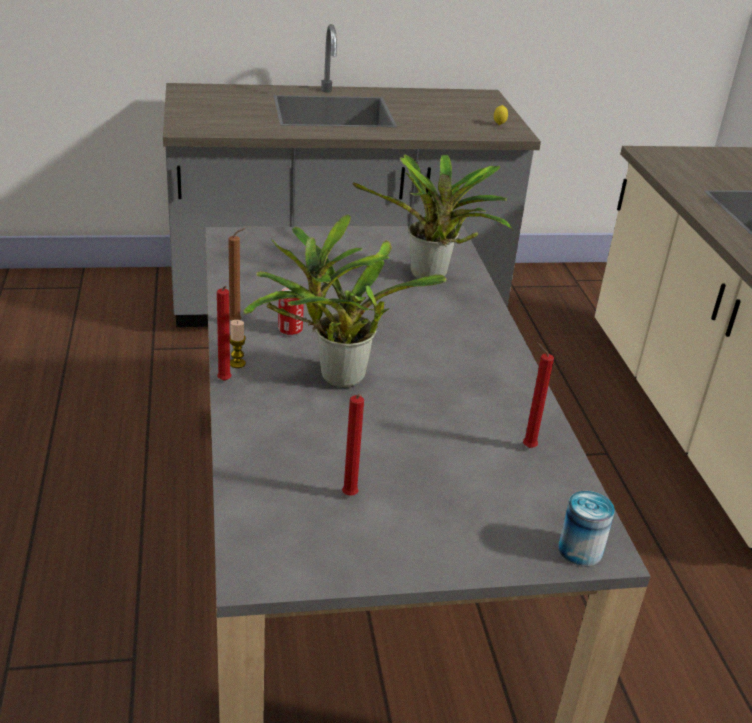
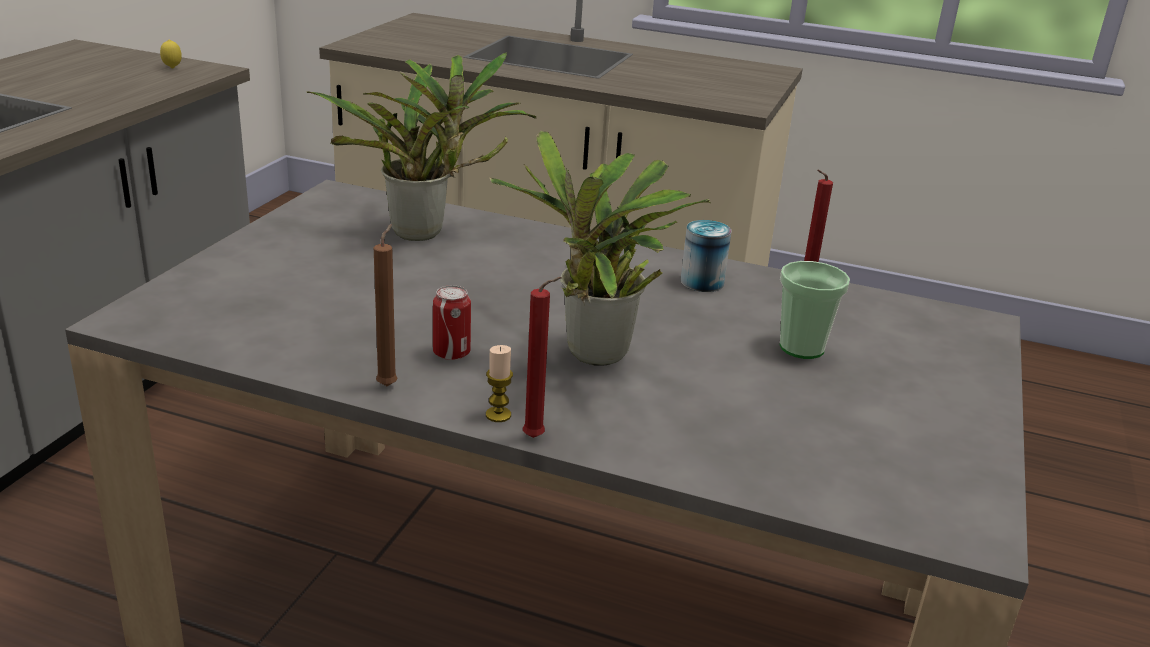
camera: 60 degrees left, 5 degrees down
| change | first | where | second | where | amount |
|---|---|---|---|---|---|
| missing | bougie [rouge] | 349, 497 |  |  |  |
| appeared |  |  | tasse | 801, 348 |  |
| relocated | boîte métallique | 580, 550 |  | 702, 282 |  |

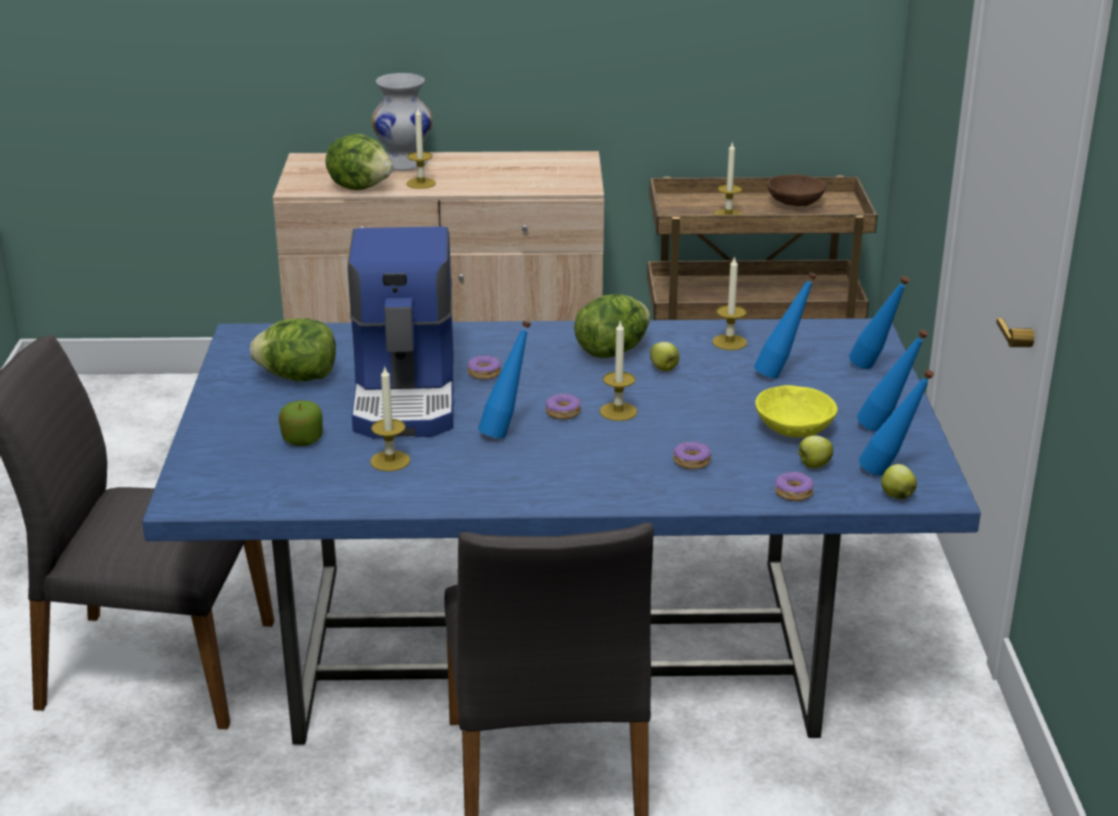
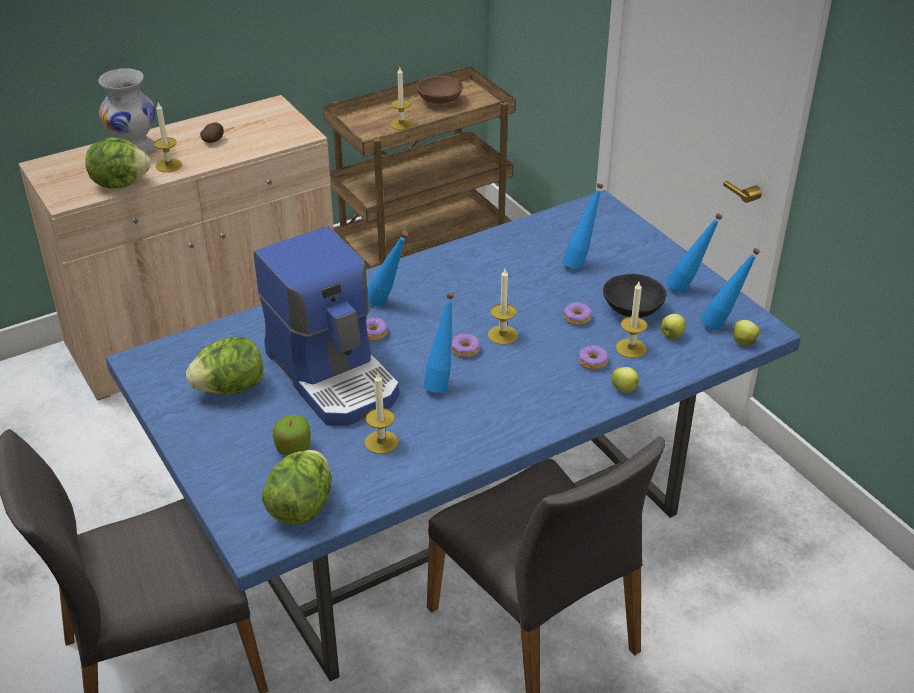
camera: 30 degrees left, 10 degrees up
| change | first | where | second | where | amount |
|---|---|---|---|---|---|
| appeared |  |  | pomme de terre | 213, 141 |  |
| relocated | laitue | 612, 351 |  | 301, 507 |  |
| relocated | pomme | 664, 369 |  | 625, 389 |  |
| relocated | bougie | 729, 342 |  | 631, 348 |  |
| relocated | beignet | 793, 493 |  | 577, 318 |  |
| relocated | bouteille [bleu] | 874, 369 |  | 387, 303 |  |
| colour | bol [jaune] | 792, 430 | bol [noir] | 631, 309 |  |

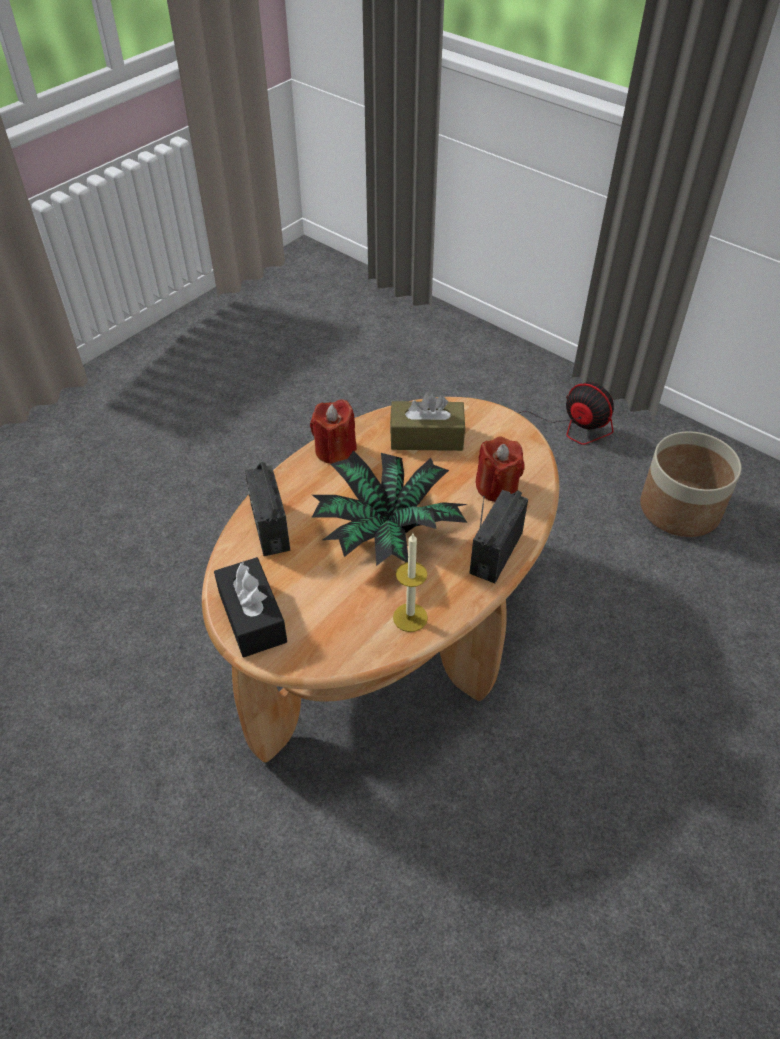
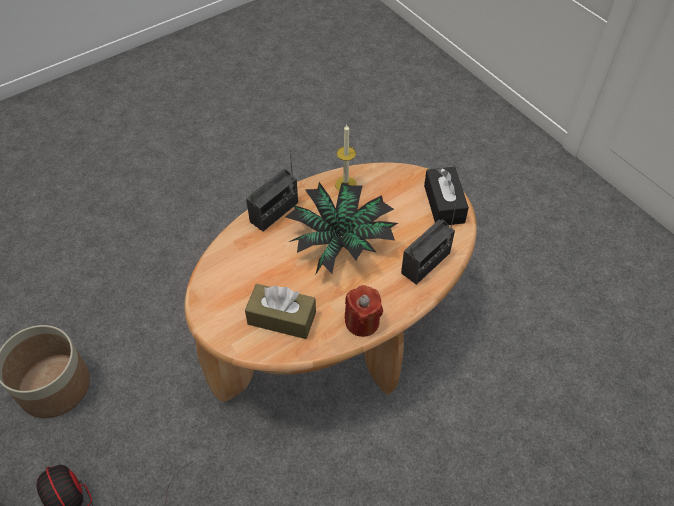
camera: 165 degrees left, 5 degrees up
| change | first | where | second | where | amount |
|---|---|---|---|---|---|
| missing | bougie [rouge] | 497, 487 |  |  |  |
| spun | radio | 269, 527 |  | 426, 263 | 45 degrees clockwise |

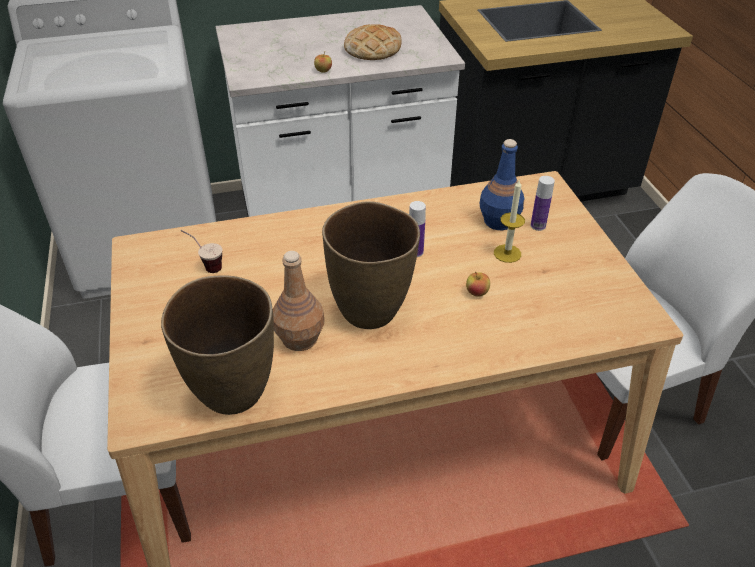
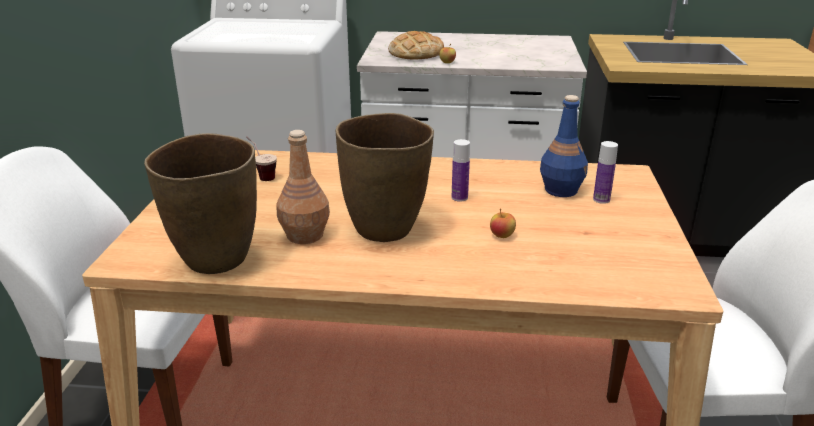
camera: 20 degrees right, 15 degrees down
| change | first | where | second | where | amount |
|---|---|---|---|---|---|
| missing | bougie | 507, 253 |  |  |  |
| relocated | pain | 373, 49 |  | 415, 54 |  |

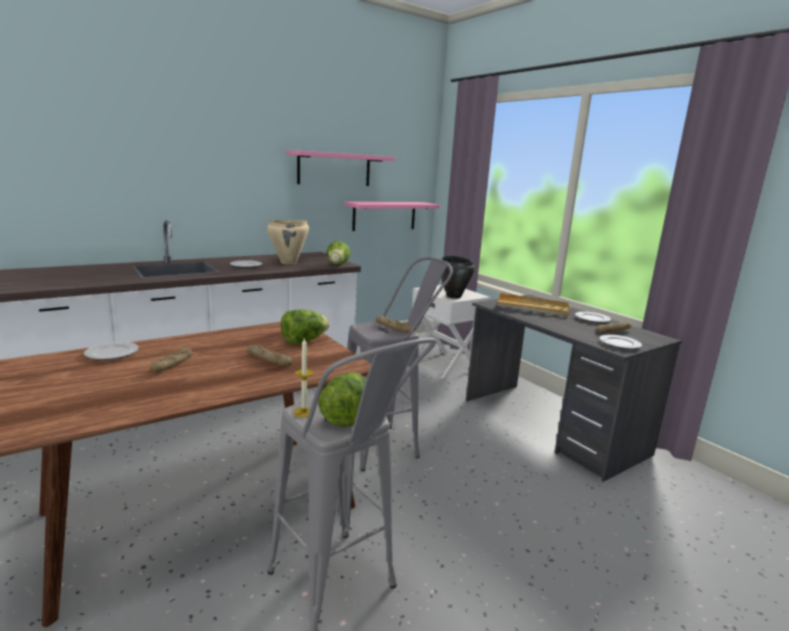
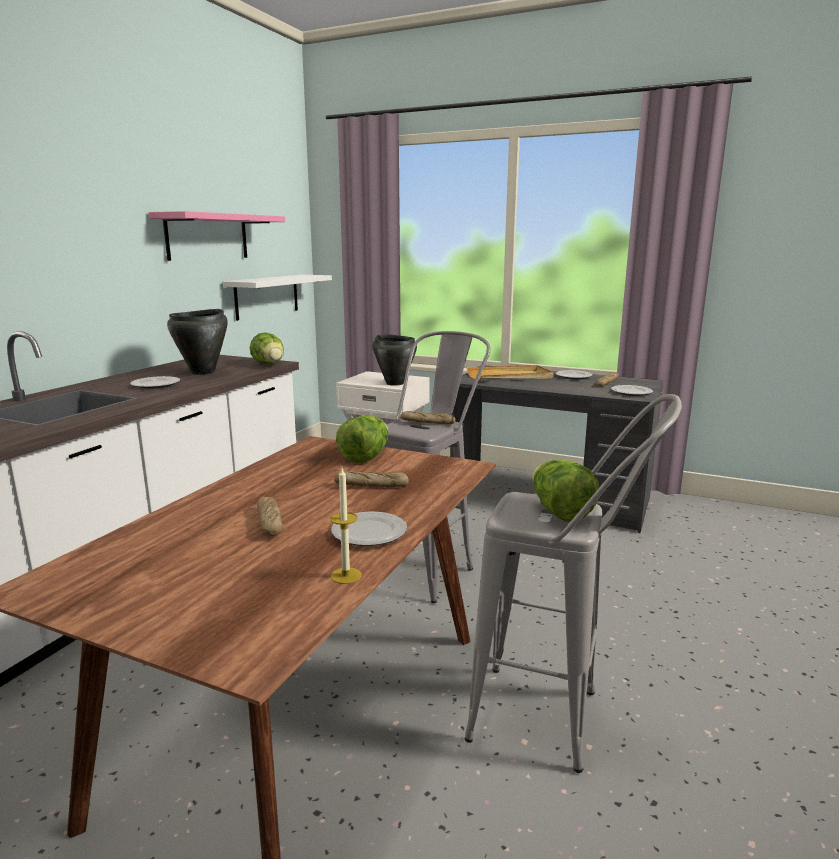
camera: 30 degrees left, 0 degrees up
| change | first | where | second | where | amount |
|---|---|---|---|---|---|
| relocated | assiette | 112, 353 |  | 370, 532 |  |
| relocated | bougie | 304, 412 |  | 346, 575 |  |
| colour | marmite [beige] | 289, 263 | marmite [noir] | 203, 372 |  |
| colour | étagère [rose] | 384, 216 | étagère [blanc] | 267, 296 |  |

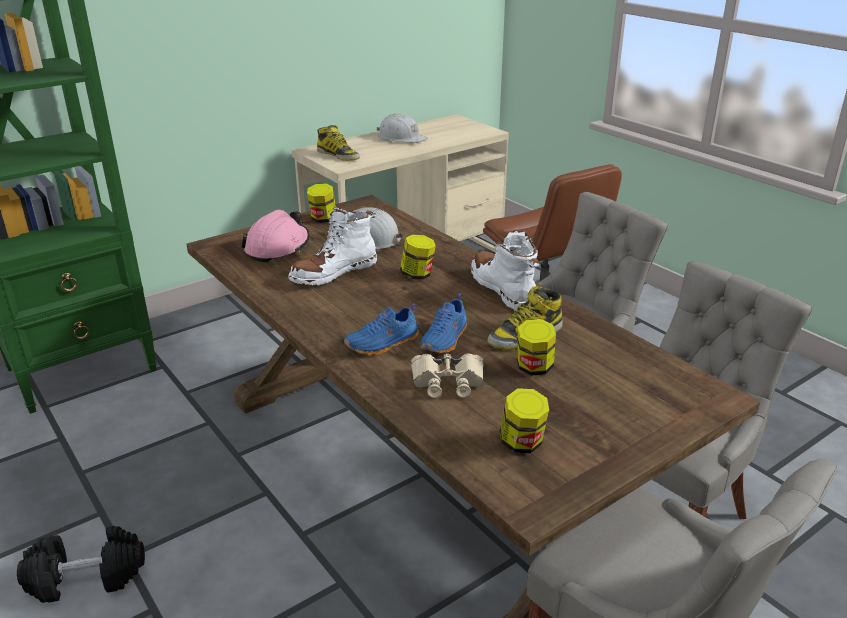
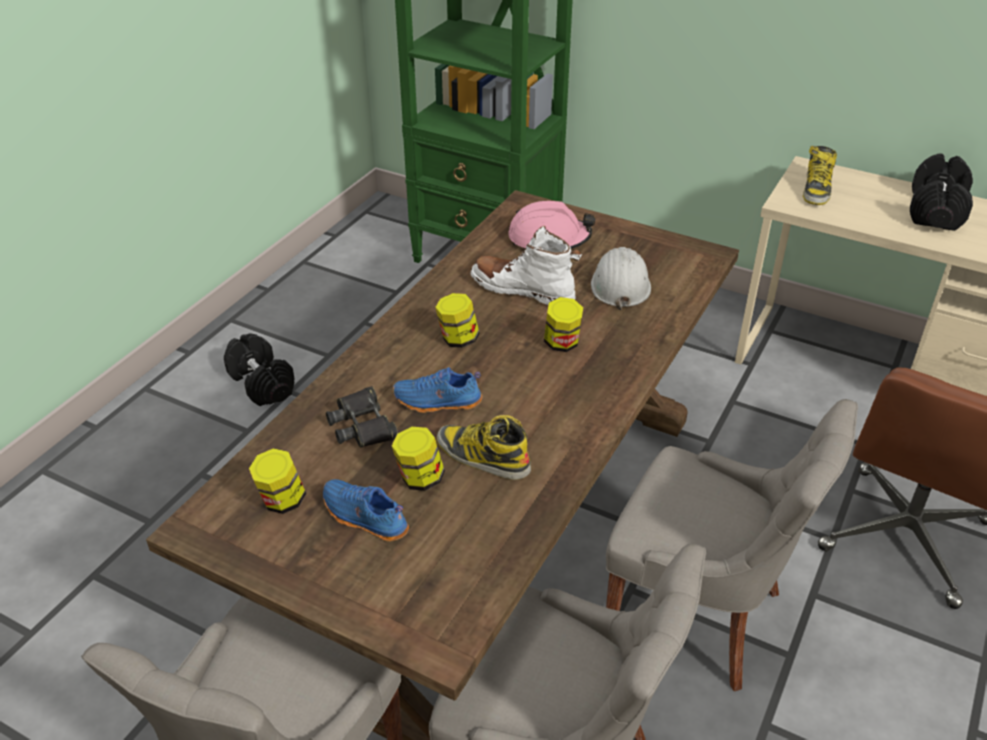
camera: 65 degrees right, 10 degrees up
| change | first | where | second | where | amount |
|---|---|---|---|---|---|
| missing | botte [blanc] | 503, 290 |  |  |  |
| relocated | bocal | 323, 219 |  | 458, 339 |  |
| relocated | chaussure [bleu] | 383, 344 |  | 364, 518 |  |
| exchanged | casque de chantier [blanc] | 401, 138 | haltère [noir] | 936, 211 |  |
| colour | jumelles [beige] | 447, 381 | jumelles [noir] | 362, 425 |  |

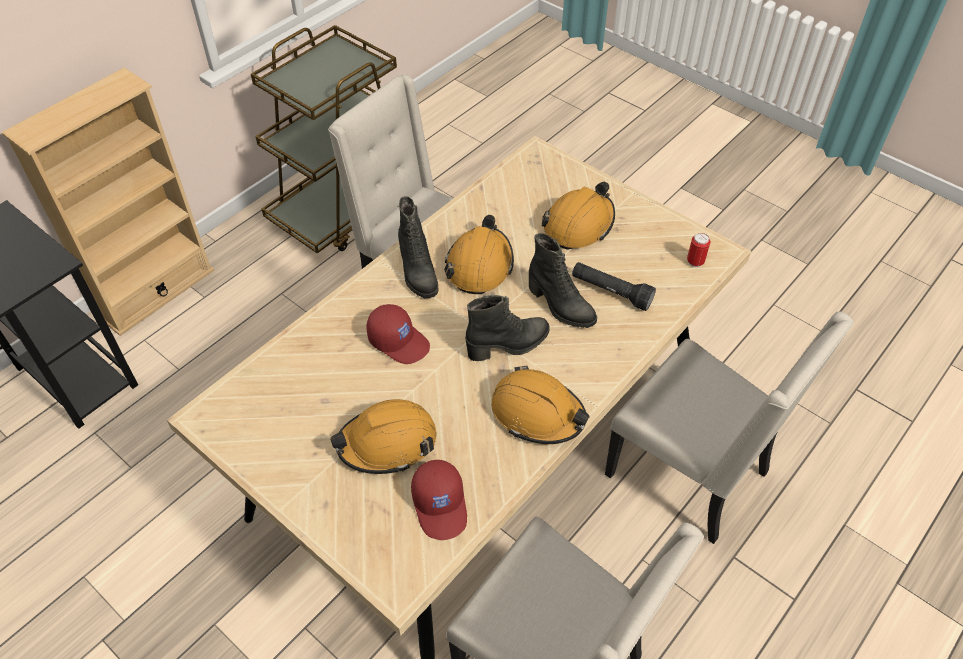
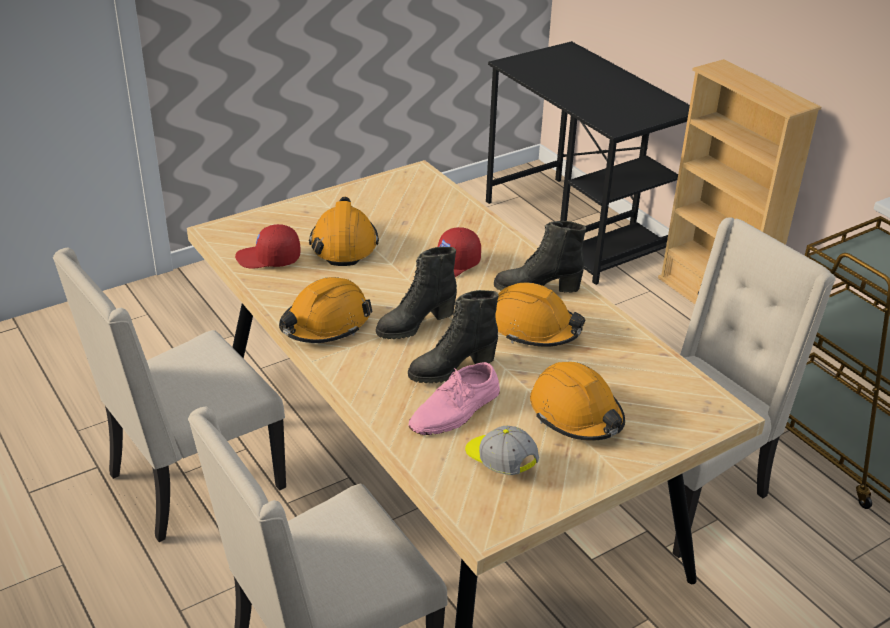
camera: 105 degrees right, 15 degrees down
| change | first | where | second | where | amount |
|---|---|---|---|---|---|
| missing | boîte métallique | 695, 262 |  |  |  |
| appeared |  |  | casquette | 499, 461 |  |
| exchanged | lampe de poche [noir] | 611, 292 | chaussure [rose] | 456, 410 |  |
| spun | botte [noir] | 508, 345 |  | 415, 324 | 60 degrees clockwise |

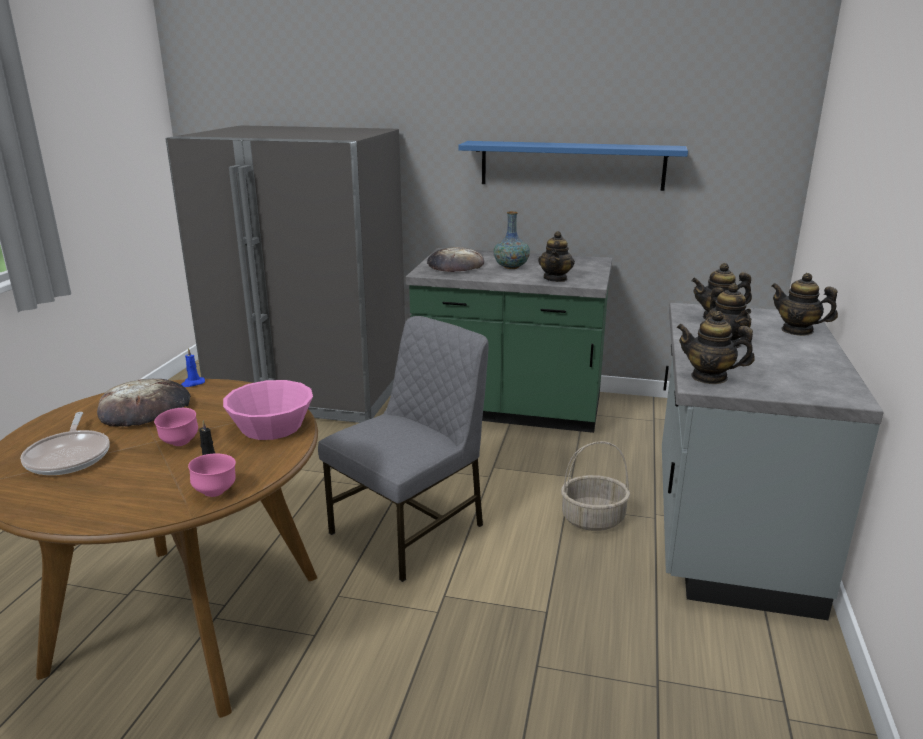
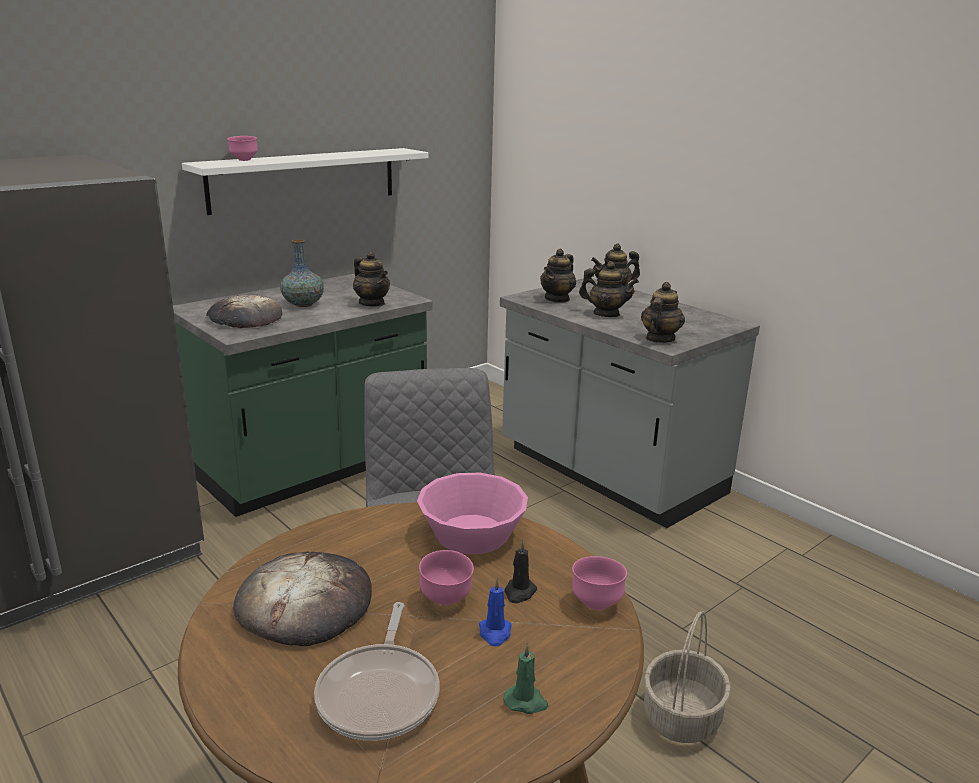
camera: 55 degrees left, 0 degrees up
| change | first | where | second | where | amount |
|---|---|---|---|---|---|
| appeared |  |  | bol [rose] | 244, 160 |  |
| appeared |  |  | bougie [vert] | 526, 702 |  |
| relocated | bougie [bleu] | 192, 383 |  | 495, 633 |  |
| relocated | panier | 592, 519 |  | 682, 718 |  |
| colour | étagère [bleu] | 572, 165 | étagère [blanc] | 304, 179 |  |
| spun | poêle | 70, 456 |  | 380, 693 | 75 degrees clockwise |
| spun | théière | 709, 377 |  | 659, 339 | 150 degrees clockwise |

